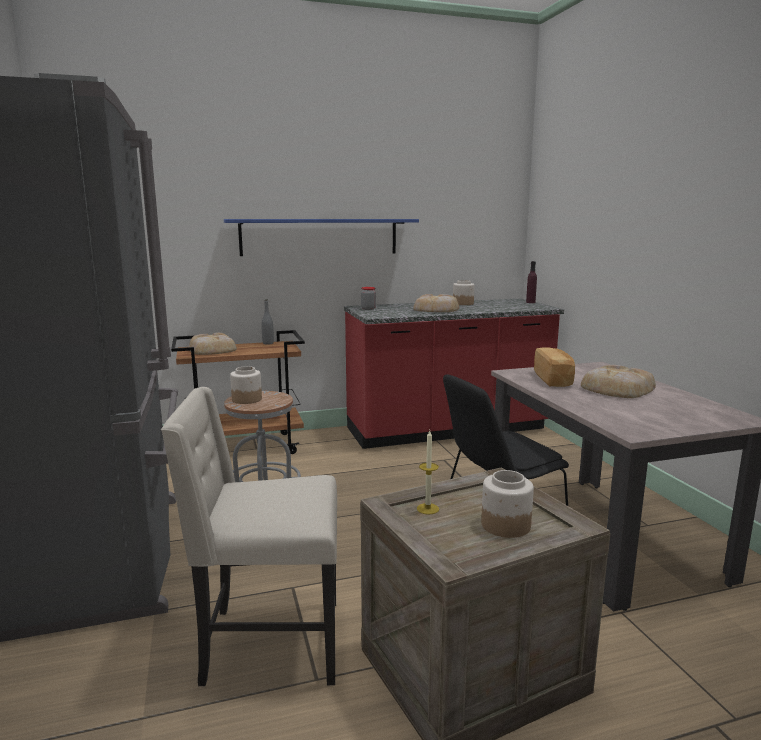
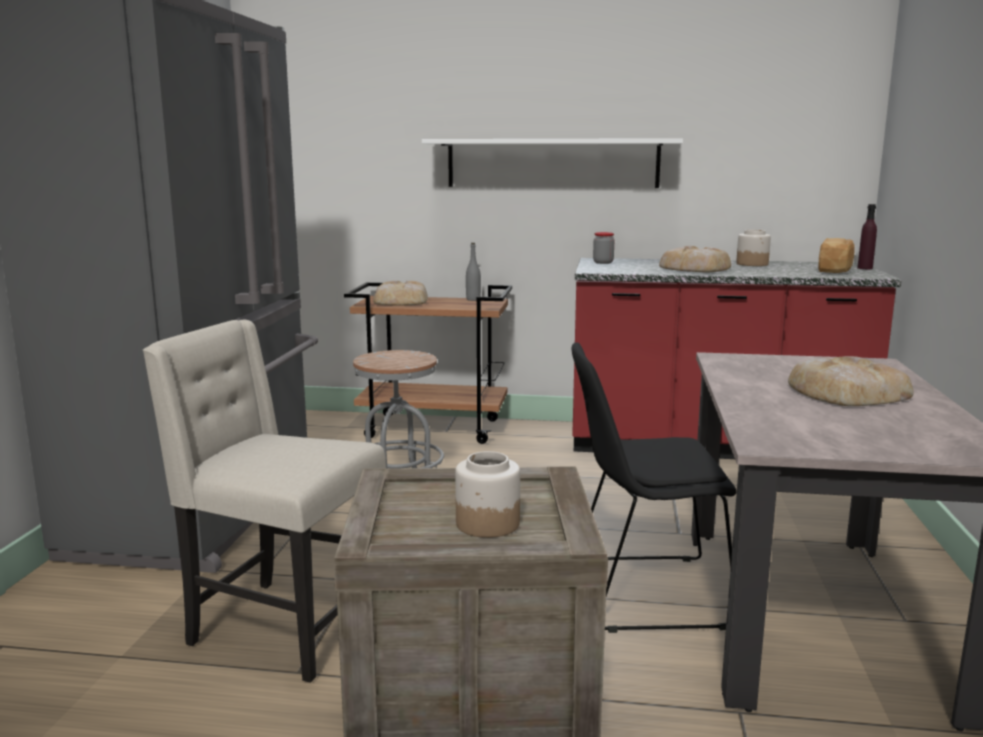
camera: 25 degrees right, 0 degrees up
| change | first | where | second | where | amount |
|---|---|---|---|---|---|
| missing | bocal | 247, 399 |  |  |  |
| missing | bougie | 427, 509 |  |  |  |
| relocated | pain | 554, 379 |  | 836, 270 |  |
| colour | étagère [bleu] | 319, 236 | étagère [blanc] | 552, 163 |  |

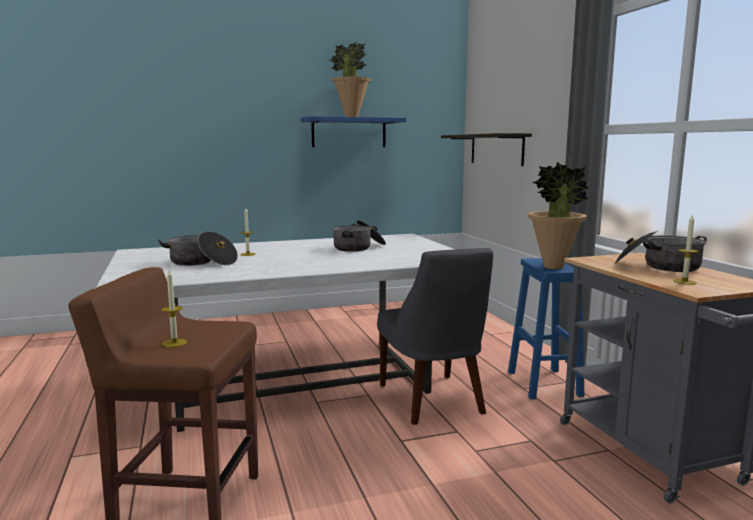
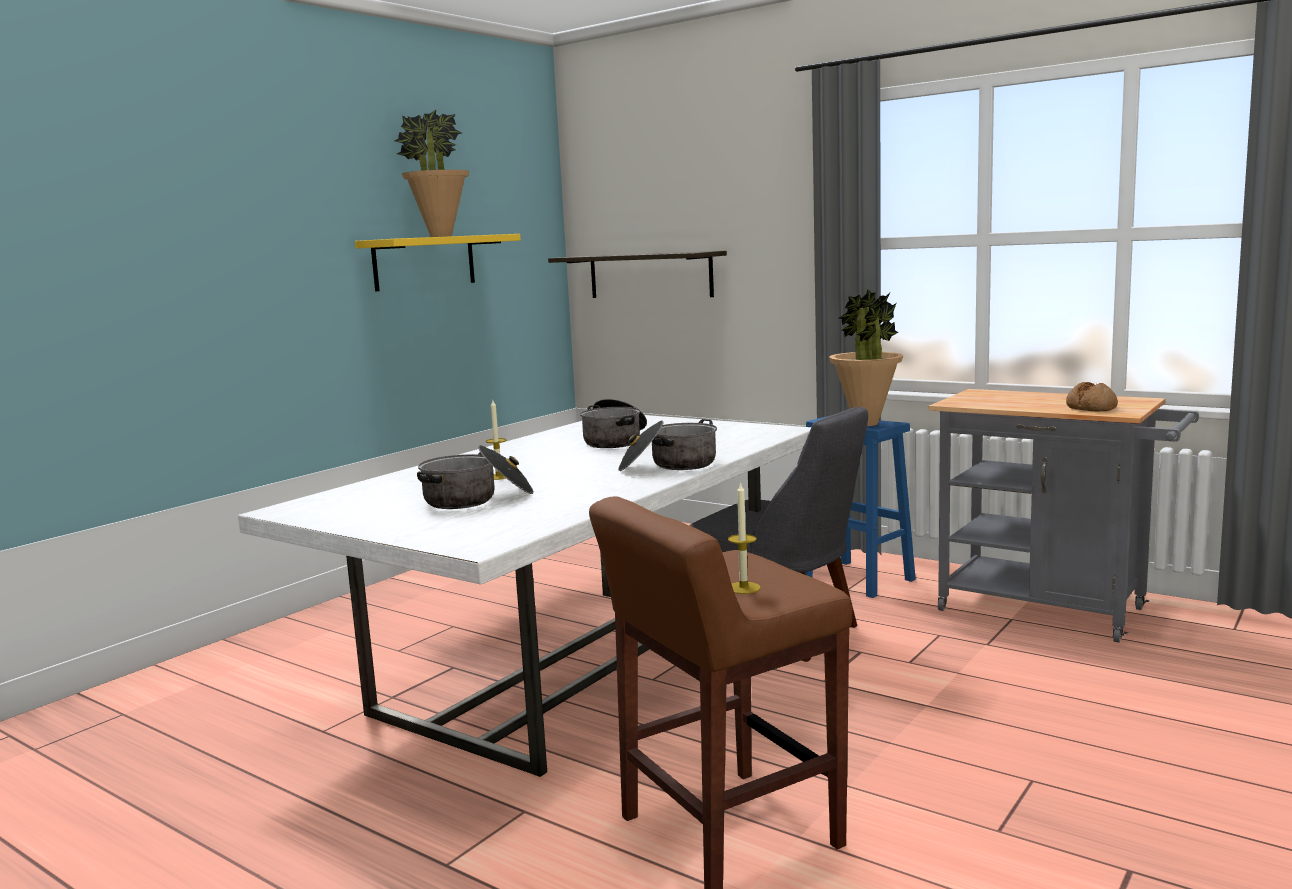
camera: 35 degrees left, 0 degrees up
| change | first | where | second | where | amount |
|---|---|---|---|---|---|
| relocated | marmite | 658, 266 |  | 669, 465 |  |
| exchanged | bougie | 684, 282 | pain | 1091, 408 |  |
| colour | étagère [bleu] | 349, 132 | étagère [jaune] | 424, 262 |  |

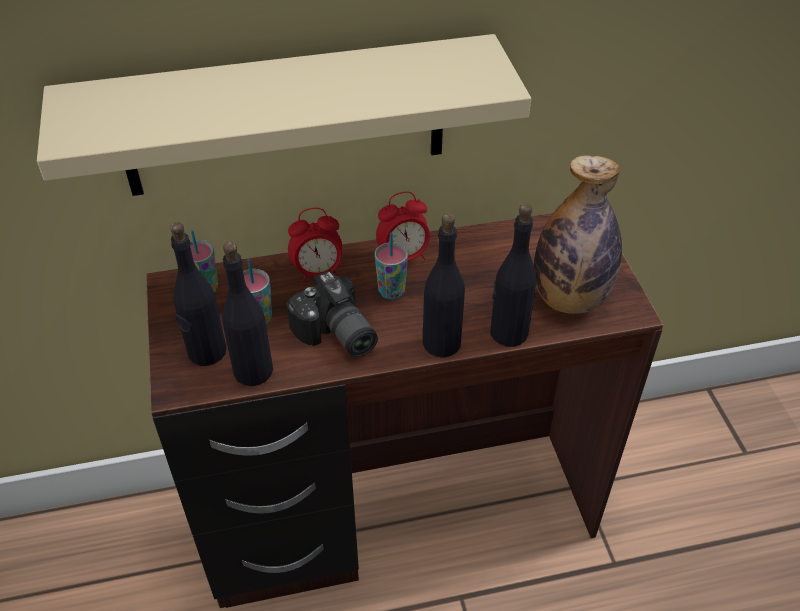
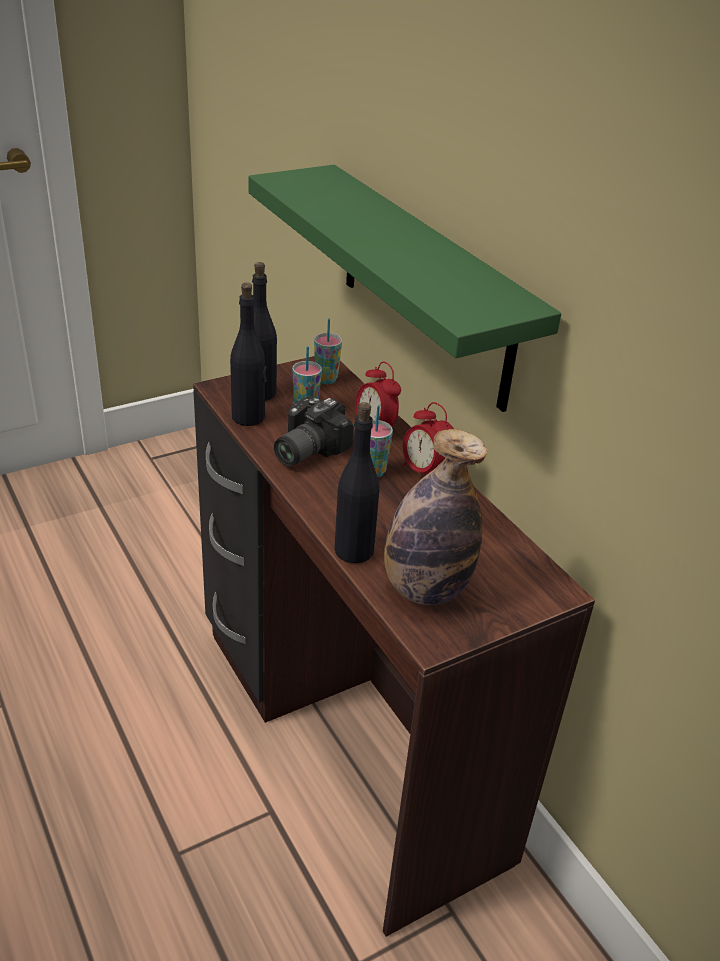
camera: 70 degrees right, 10 degrees down
| change | first | where | second | where | amount |
|---|---|---|---|---|---|
| missing | bouteille [noir] | 441, 343 |  |  |  |
| colour | étagère [beige] | 284, 118 | étagère [vert] | 425, 286 |  |

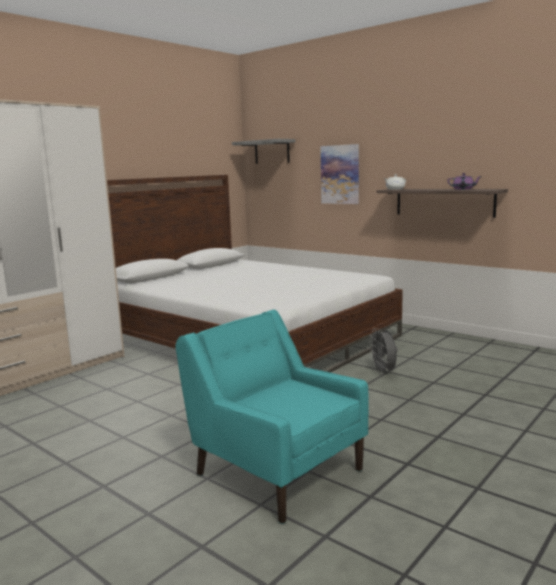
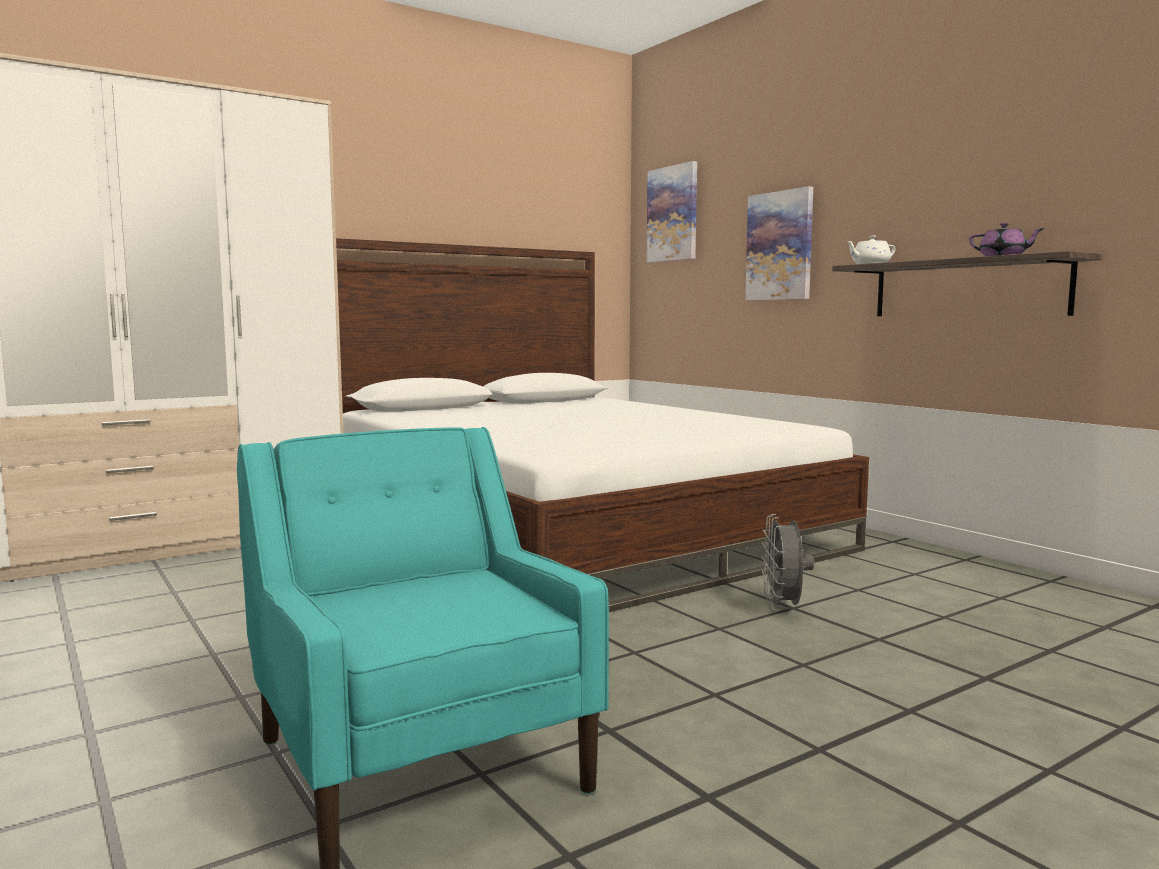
camera: 15 degrees right, 5 degrees down
| change | first | where | second | where | amount |
|---|---|---|---|---|---|
| exchanged | étagère [gris] | 272, 151 | tableau | 673, 214 |  |

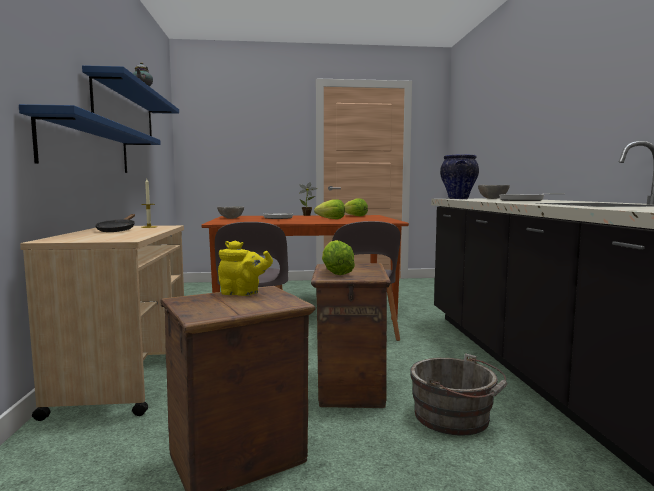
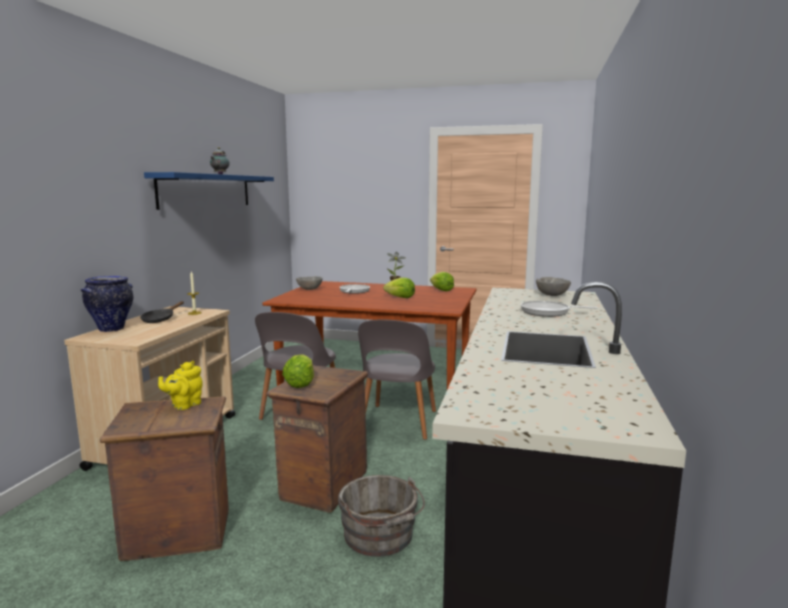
camera: 20 degrees right, 5 degrees up
| change | first | where | second | where | amount |
|---|---|---|---|---|---|
| missing | étagère [bleu] | 89, 147 |  |  |  |
| relocated | vase | 458, 199 |  | 112, 329 |  |
| spun | théière [jaune] | 243, 293 |  | 184, 405 | 90 degrees clockwise |

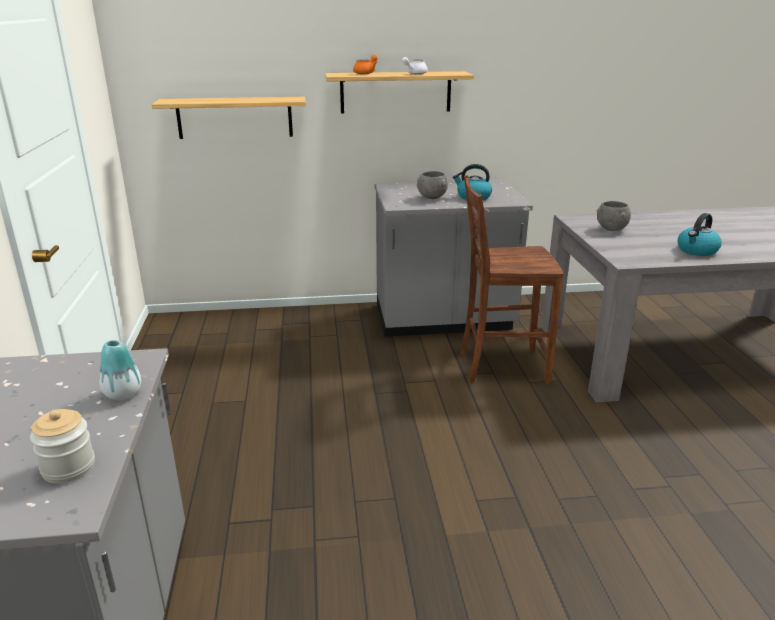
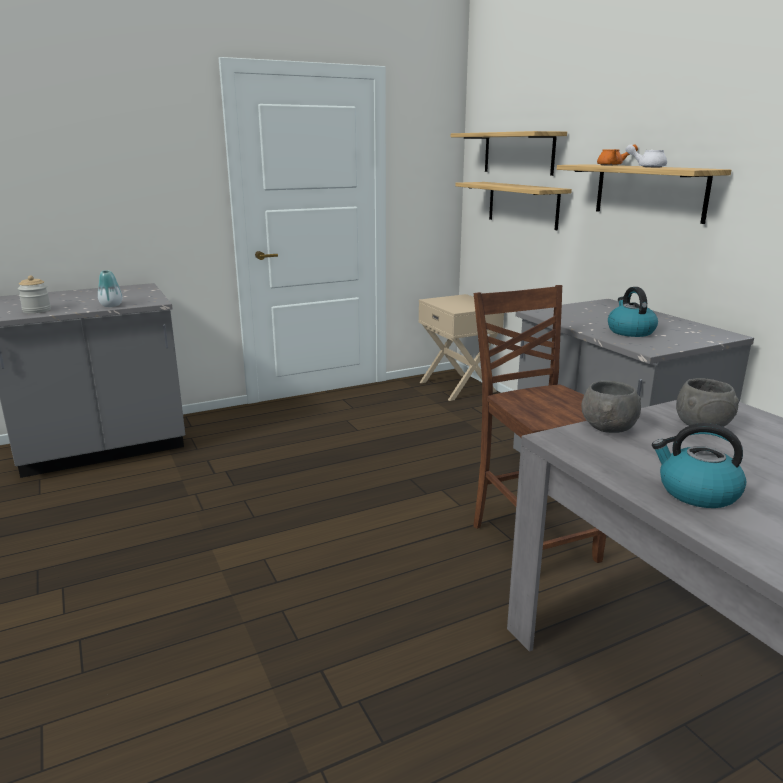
camera: 70 degrees right, 5 degrees down
| change | first | where | second | where | amount |
|---|---|---|---|---|---|
| appeared |  |  | table de chevet [beige] | 458, 387 |  |
| appeared |  |  | étagère | 518, 153 |  |
| relocated | bol [gris] | 432, 198 |  | 607, 430 |  |

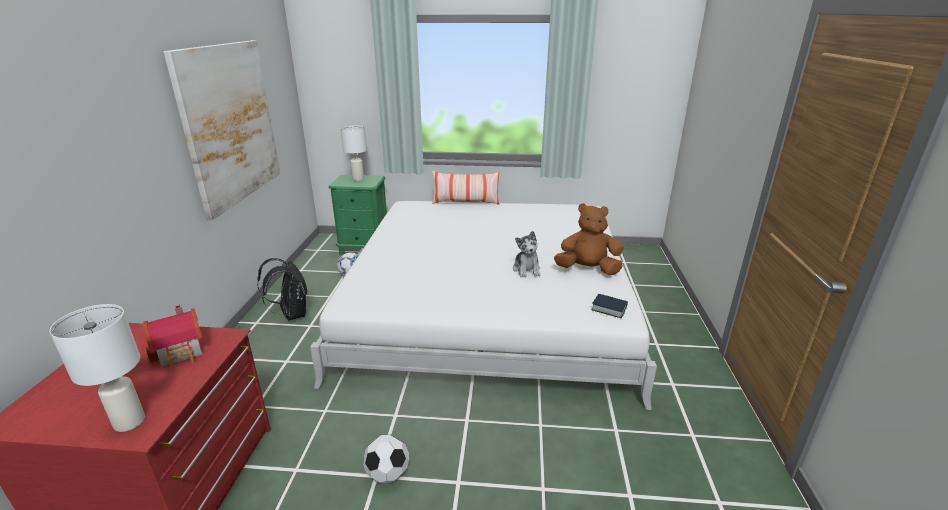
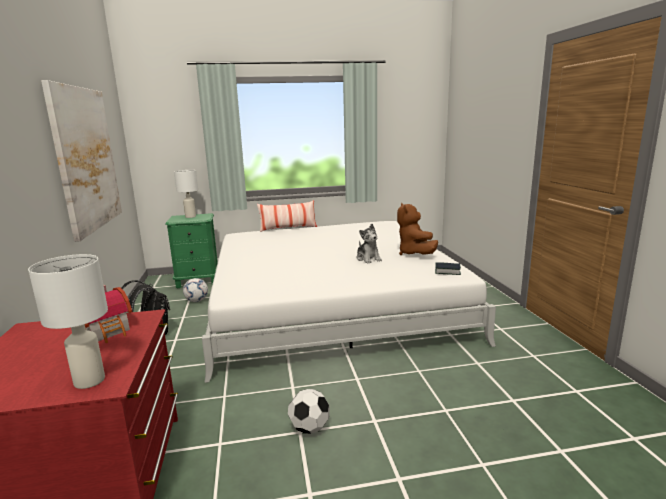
camera: 15 degrees left, 10 degrees down
| change | first | where | second | where | amount |
|---|---|---|---|---|---|
| spun | peluche [marron] | 587, 269 |  | 414, 253 | 90 degrees counterclockwise |

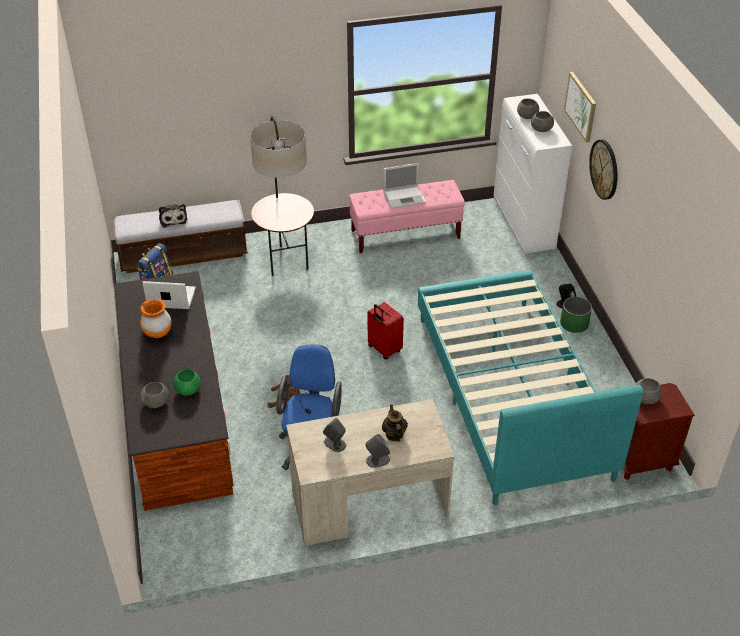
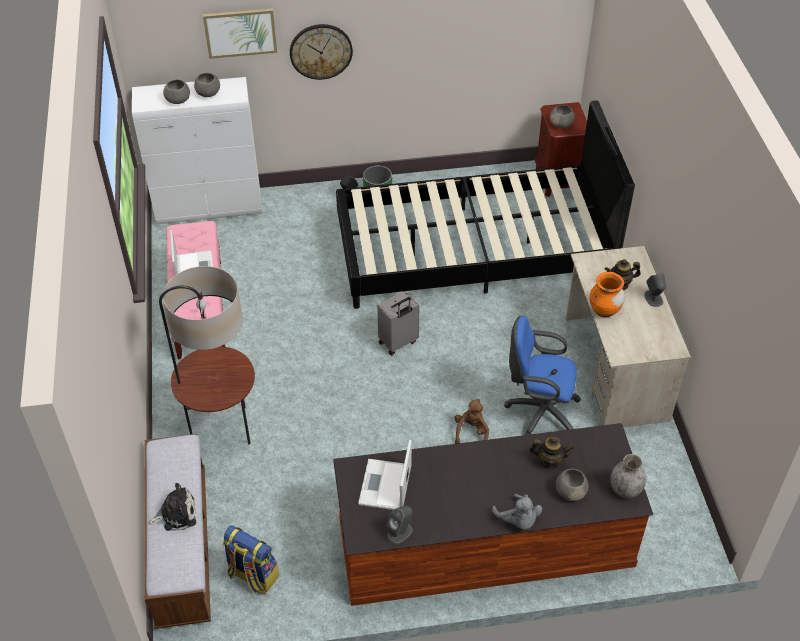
camera: 85 degrees left, 5 degrees up
| change | first | where | second | where | amount |
|---|---|---|---|---|---|
| appeared |  |  | peluche [gris] | 518, 520 |  |
| appeared |  |  | vase [gris] | 625, 489 |  |
| relocated | vase [orange] | 158, 334 |  | 604, 310 |  |
| relocated | enceinte [gris] | 335, 443 |  | 400, 532 |  |
| exchanged | bol [vert] | 188, 389 | théière | 549, 460 |  |
| colour | valise [rouge] | 383, 349 | valise [gris] | 398, 343 |  |
| colour | lit [turquoise] | 510, 395 | lit [noir] | 473, 251 |  |

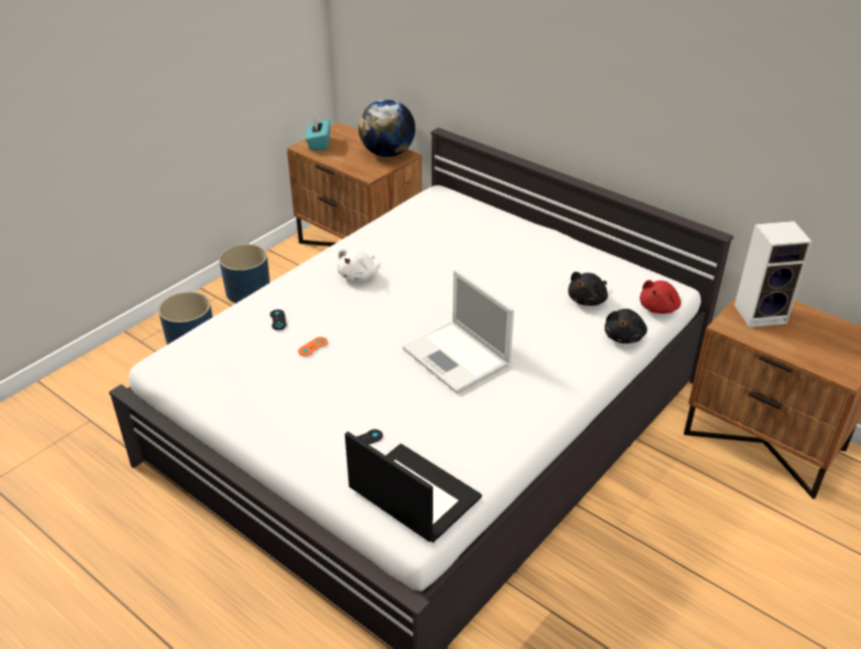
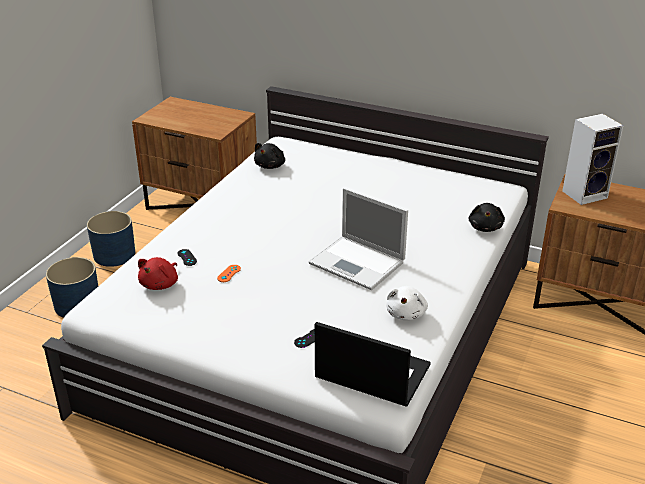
camera: 15 degrees left, 5 degrees down
| change | first | where | second | where | amount |
|---|---|---|---|---|---|
| missing | boîte à mouchoirs [turquoise] | 319, 144 |  |  |  |
| missing | globe | 387, 154 |  |  |  |
| relocated | peluche [blanc] | 358, 275 |  | 406, 313 |  |
| relocated | peluche [noir] | 588, 300 |  | 271, 166 |  |
| relocated | peluche [rouge] | 659, 308 |  | 160, 284 |  |

